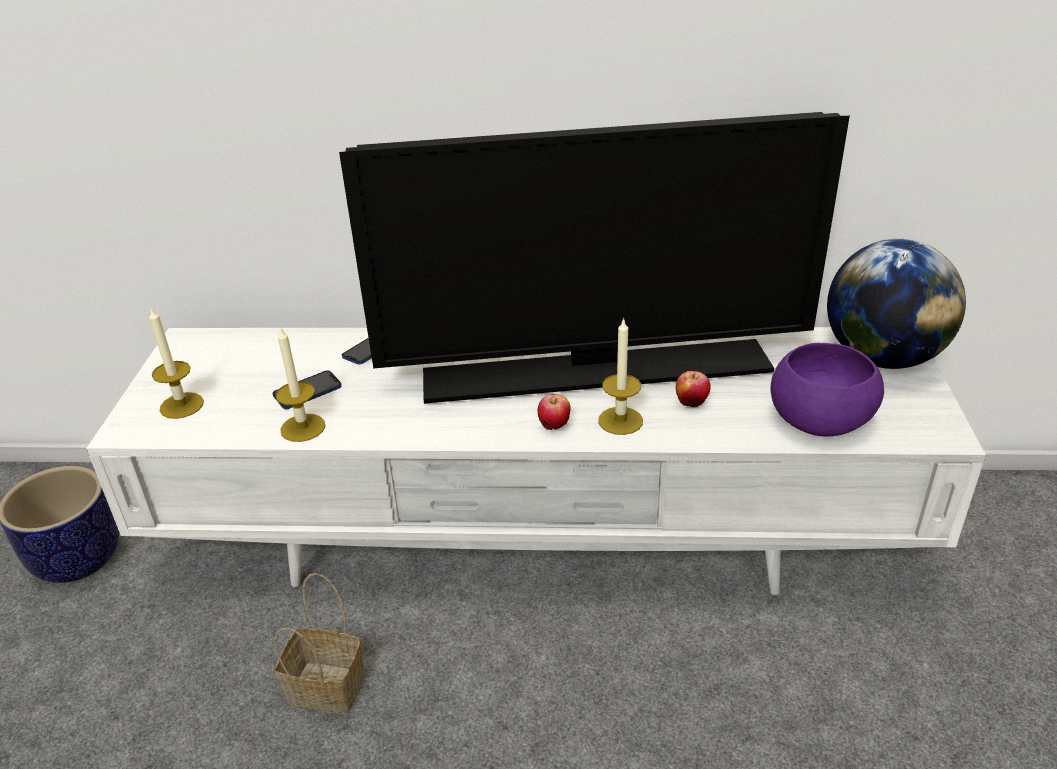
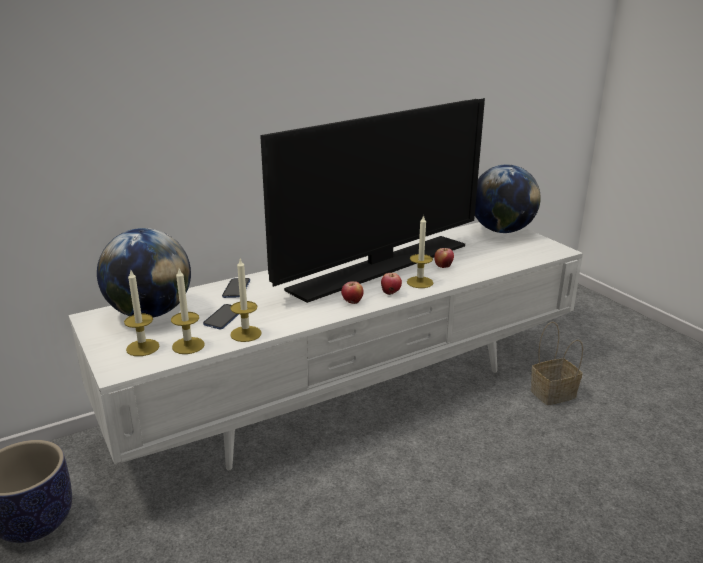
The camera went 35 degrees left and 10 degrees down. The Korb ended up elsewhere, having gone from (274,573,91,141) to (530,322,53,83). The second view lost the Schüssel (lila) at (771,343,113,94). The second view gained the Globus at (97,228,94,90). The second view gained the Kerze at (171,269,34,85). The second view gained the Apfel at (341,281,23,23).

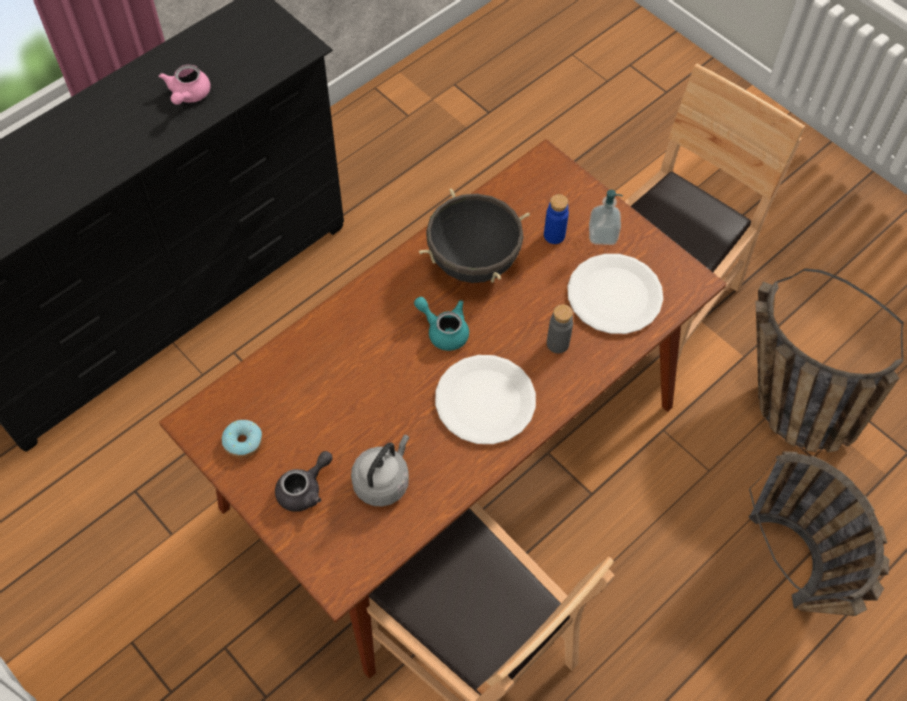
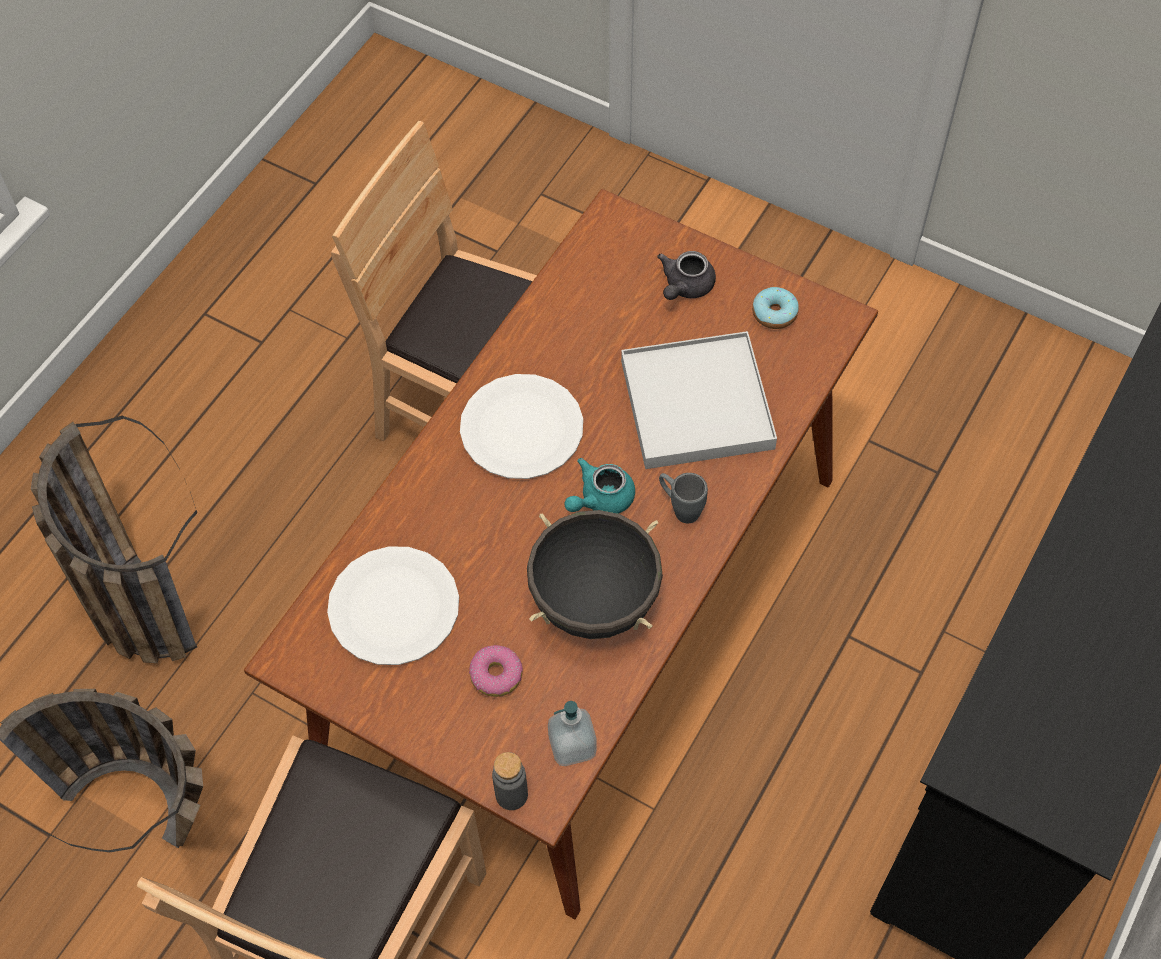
The camera went 165 degrees right and 0 degrees up. The second view lost the Teekanne (rosa) at (159,65,51,40). The second view lost the Wasserkessel (grau) at (351,435,58,72). The Teekanne (türkis) at (414,297,55,54) ended up facing another way, 120 degrees clockwise from before. Where the Flasche (blau) stood at (544,194,25,50), the Donut came to stand at (469,645,54,52). The Flasche (grau) ended up elsewhere, having gone from (547,304,26,50) to (492,752,36,58). The Seifenspender ended up elsewhere, having gone from (589,190,34,55) to (548,701,49,65). The second view gained the Tablett (weiß) at (621,331,156,138). The second view gained the Henkelbecher (grau) at (659,473,49,50).

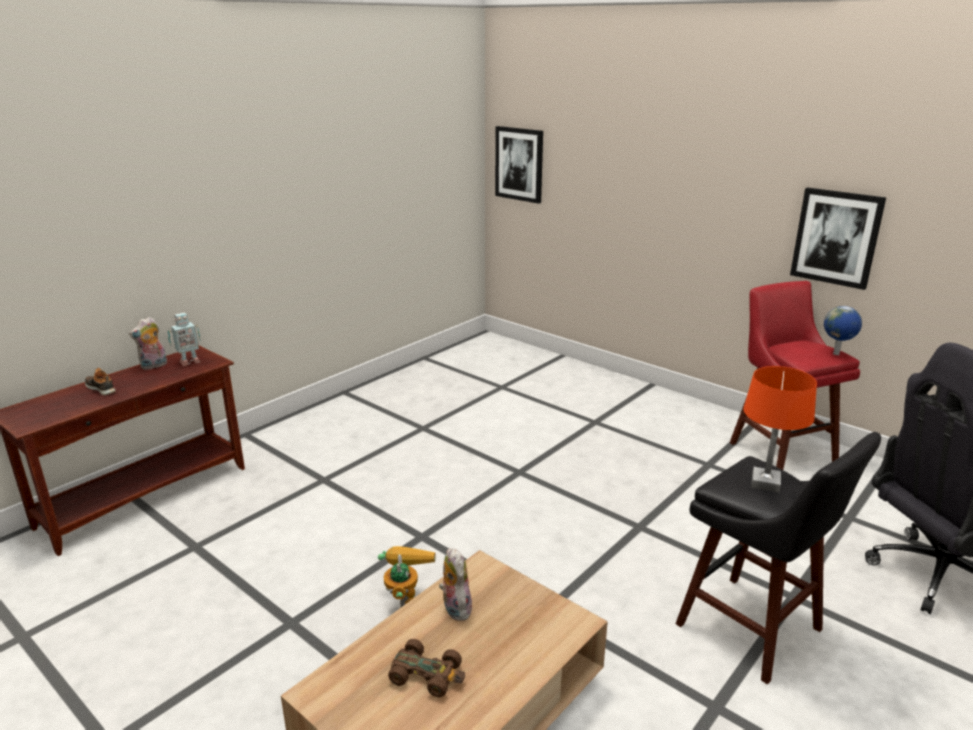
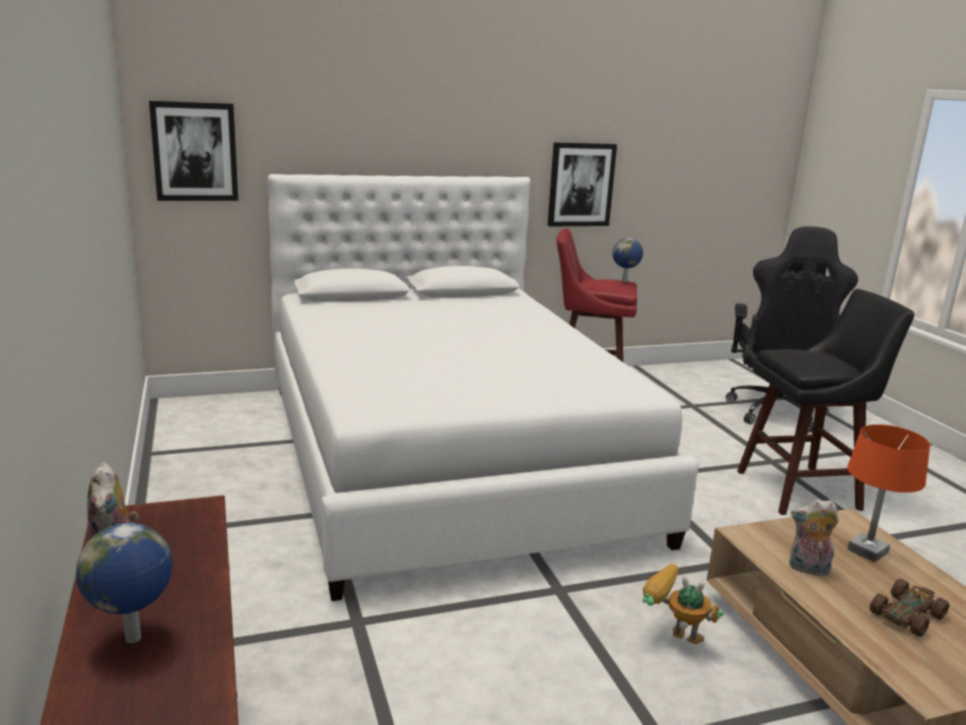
The camera went 60 degrees left and 5 degrees down. Where the Schuh stood at (85,368,31,27), the Globus came to stand at (76,523,97,120). The second view lost the Spielzeugroboter at (168,312,32,54). The Tischlampe (orange) ended up elsewhere, having gone from (743,366,74,127) to (847,424,83,138). The second view gained the Bett (weiß) at (268,174,431,427).

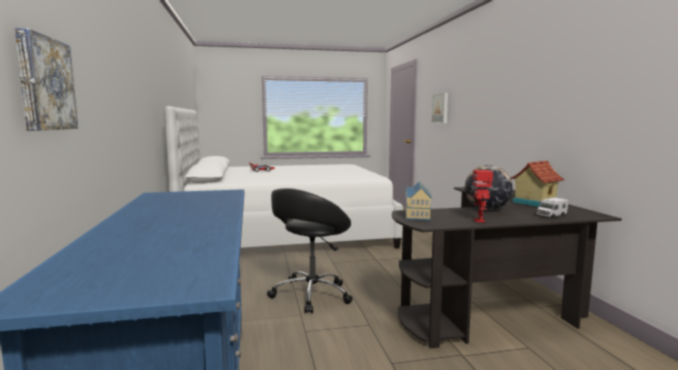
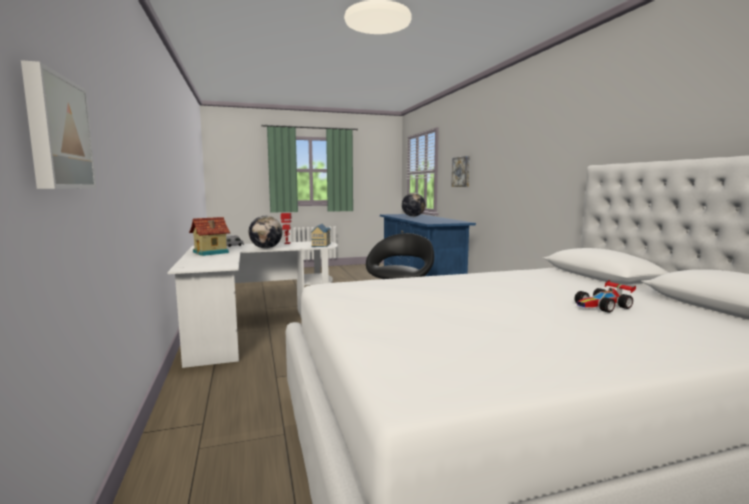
The camera went 175 degrees right and 0 degrees up. What was the Schreibtisch (schwarz) at (392,187,230,162) turned into the Schreibtisch (weiß) at (167,241,171,127). The second view gained the Globus at (402,193,23,24).

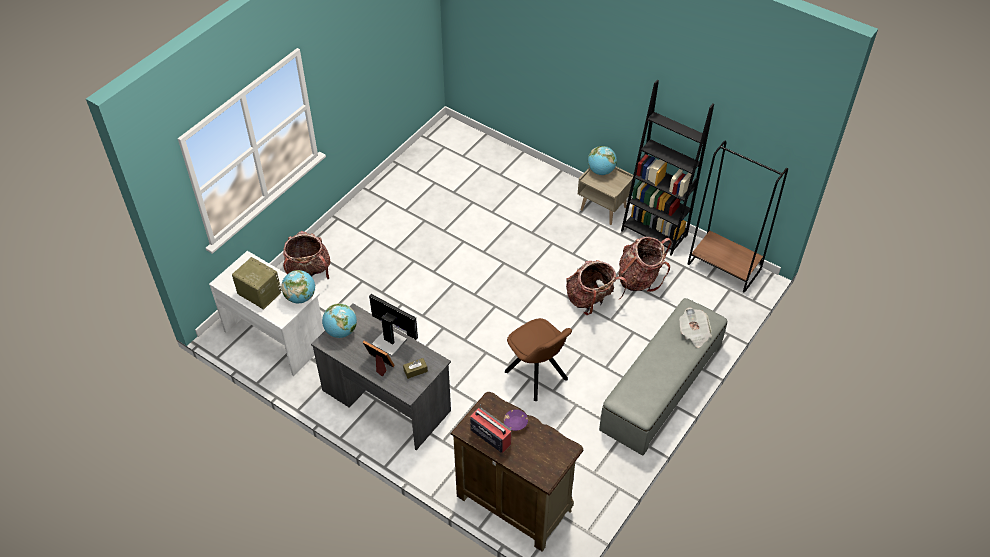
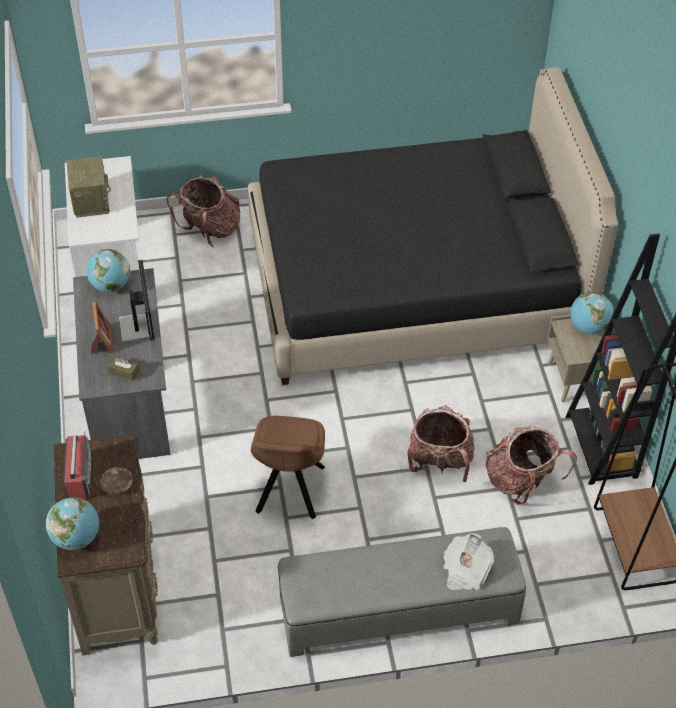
The camera went 45 degrees right and 0 degrees up. The Globus ended up elsewhere, having gone from (281,270,34,33) to (46,498,53,53). What was the Schüssel (lila) at (504,410,24,21) turned into the Schüssel (braun) at (100,467,33,27). The second view gained the Bett (schwarz) at (248,67,370,318).

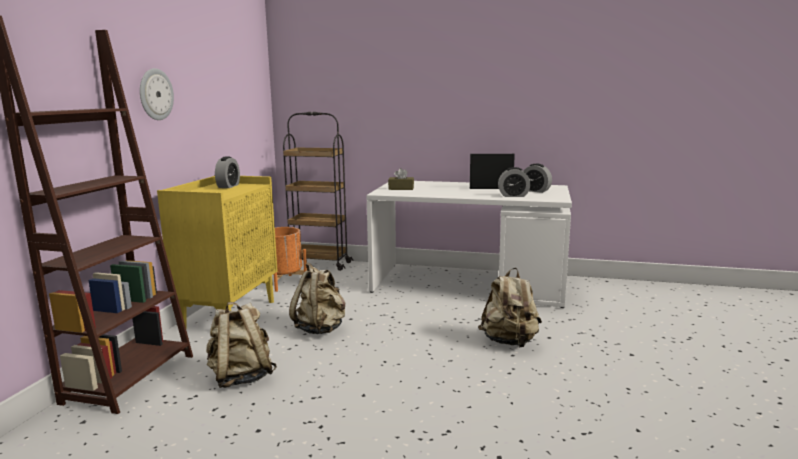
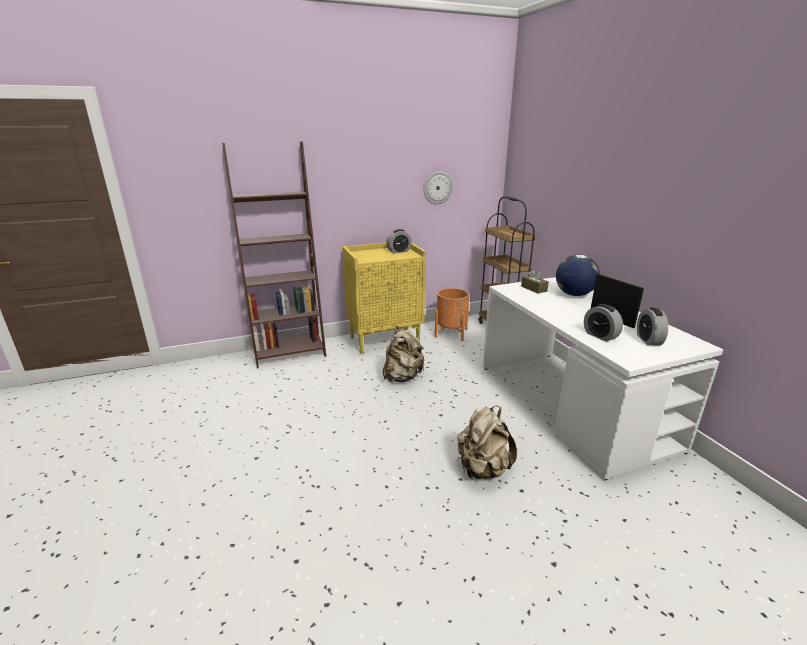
The camera went 55 degrees right and 10 degrees up. The Wanduhr ended up elsewhere, having gone from (140,68,34,52) to (423,171,30,33). The second view lost the Rucksack (beige) at (206,302,71,86). The second view gained the Globus at (556,255,44,41).

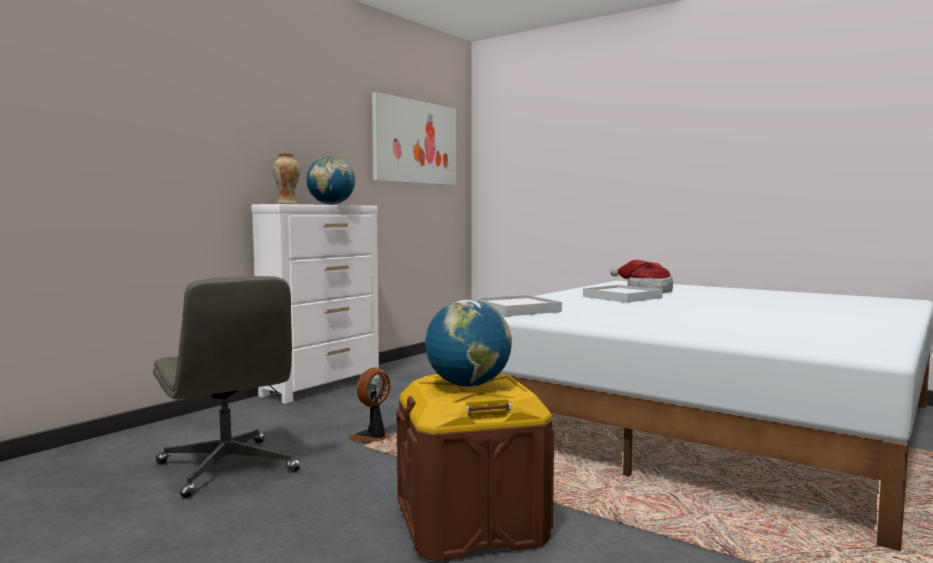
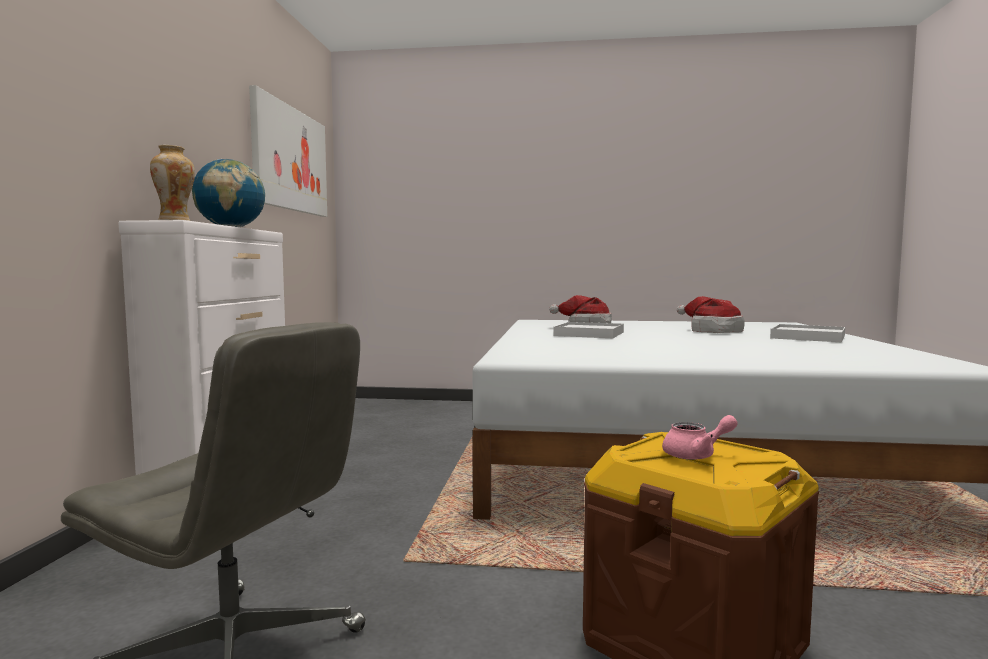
The camera went 30 degrees left and 0 degrees up. The second view lost the Ventilator at (349,367,41,75). Where the Globus stood at (425,300,87,87), the Teekanne (rosa) came to stand at (662,415,76,45). The Tablett (weiß) ended up elsewhere, having gone from (474,295,88,21) to (770,324,75,18). The second view gained the Hut at (677,296,68,37).

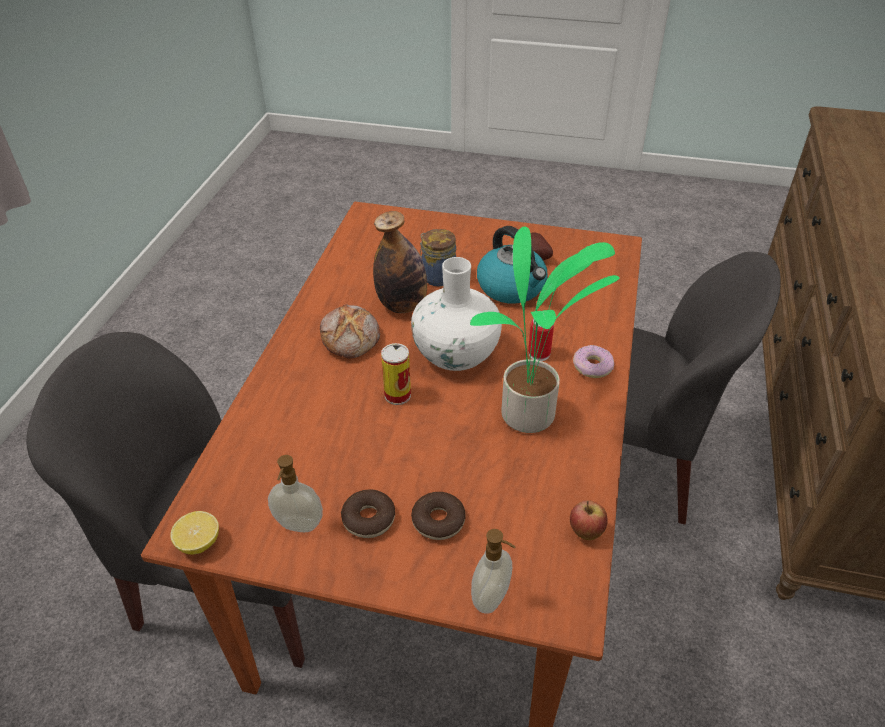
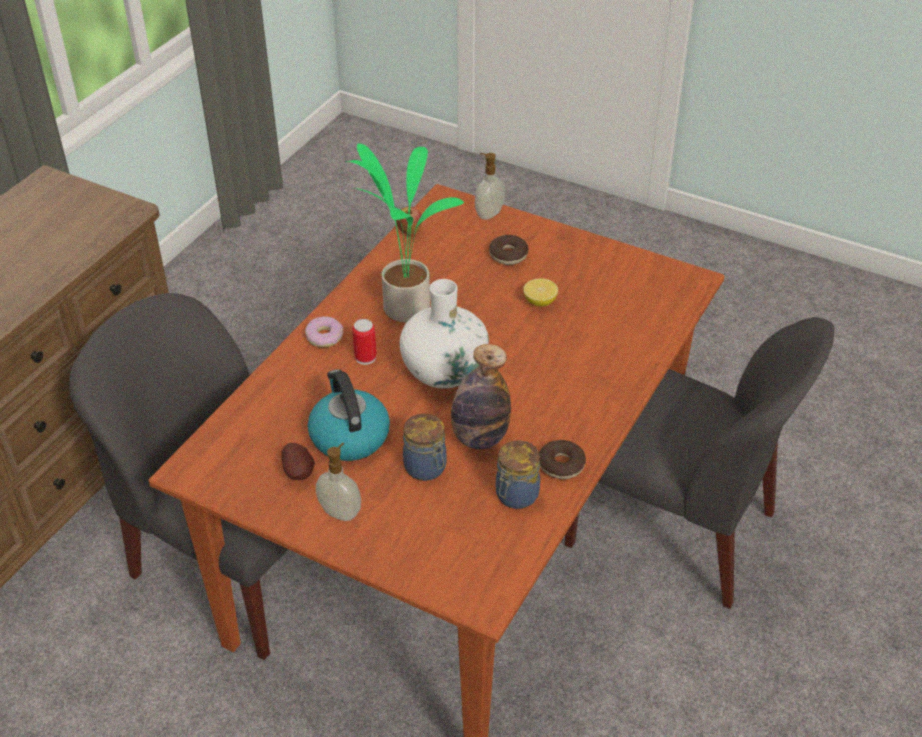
The camera went 165 degrees left and 0 degrees up. The Zitrone ended up elsewhere, having gone from (170,511,49,43) to (523,279,35,27). The Seifenspender ended up elsewhere, having gone from (268,455,55,77) to (316,443,45,78). The second view lost the Brot at (320,305,60,53). The Donut ended up elsewhere, having gone from (341,490,54,48) to (539,440,47,39). The second view lost the Dose at (381,343,30,62). The second view gained the Vorratsglas at (496,440,44,69).

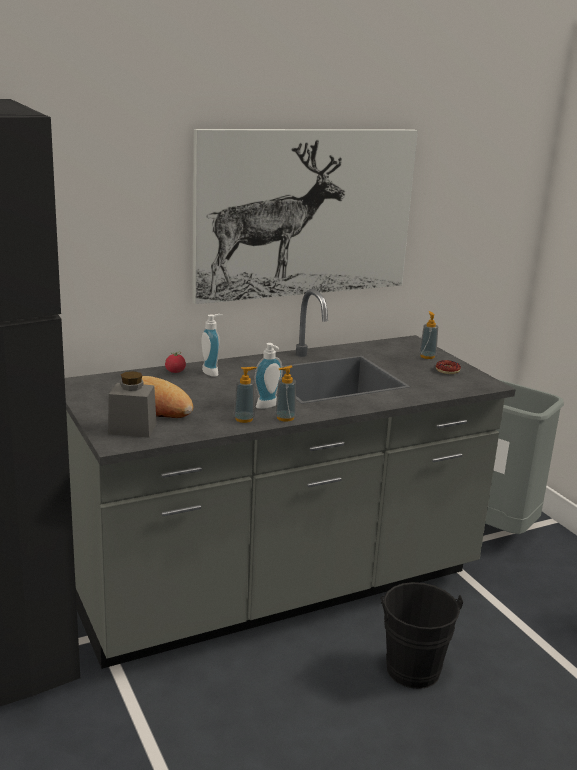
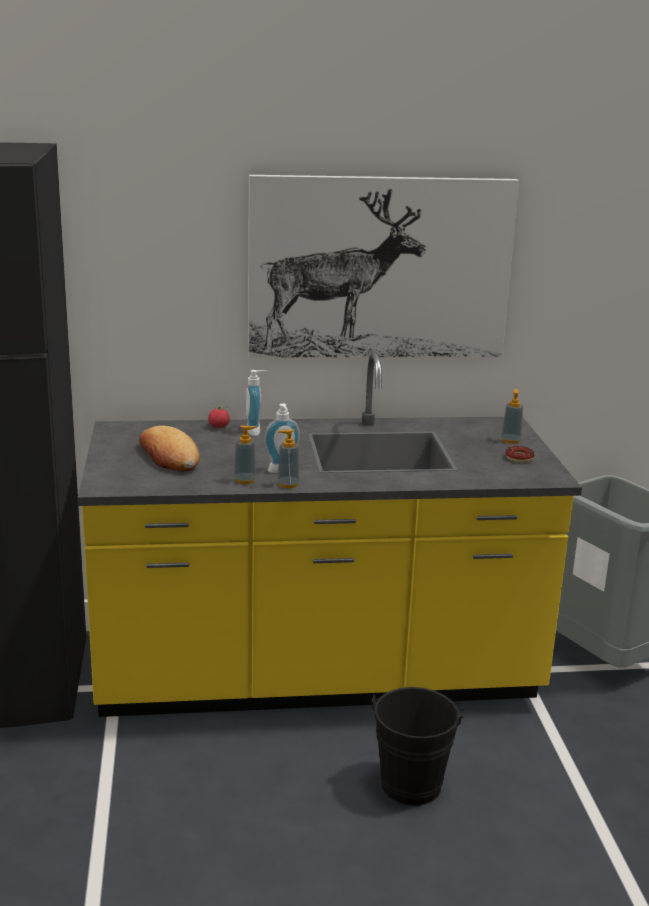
The camera went 20 degrees right and 0 degrees up. What was the Küchenzeile (grau) at (65,289,451,380) turned into the Küchenzeile (gelb) at (78,352,504,365). The second view lost the Vorratsglas (grau) at (108,371,49,67).

